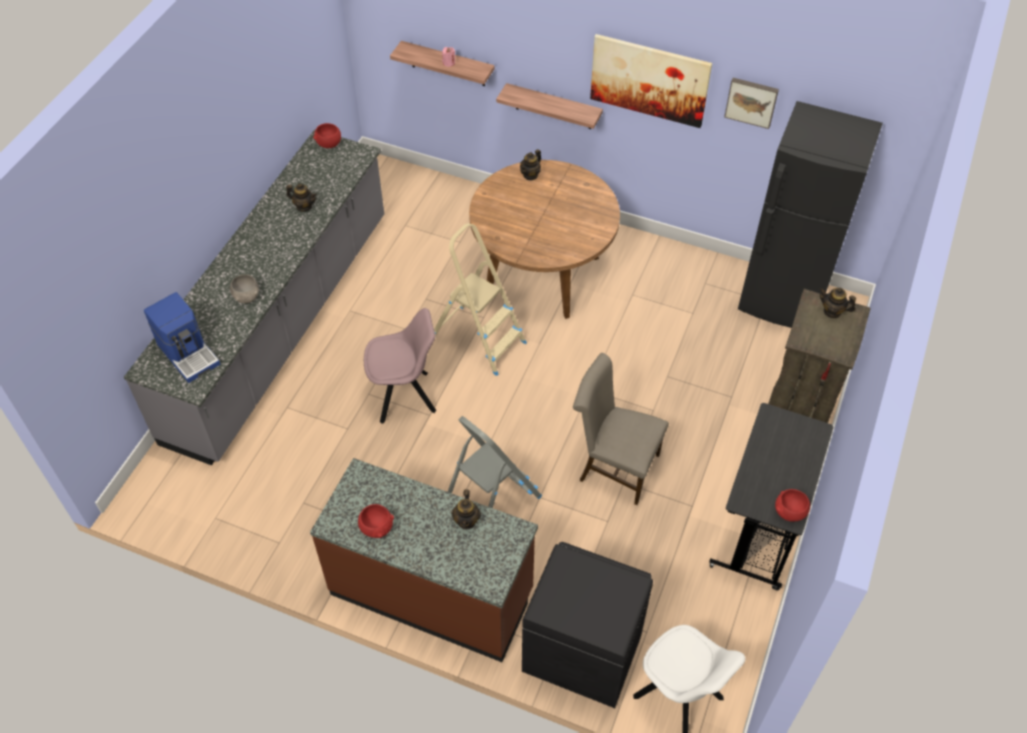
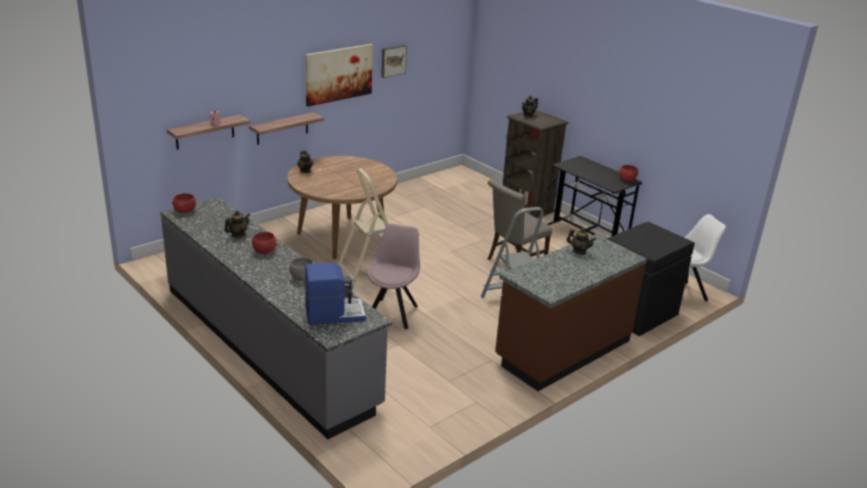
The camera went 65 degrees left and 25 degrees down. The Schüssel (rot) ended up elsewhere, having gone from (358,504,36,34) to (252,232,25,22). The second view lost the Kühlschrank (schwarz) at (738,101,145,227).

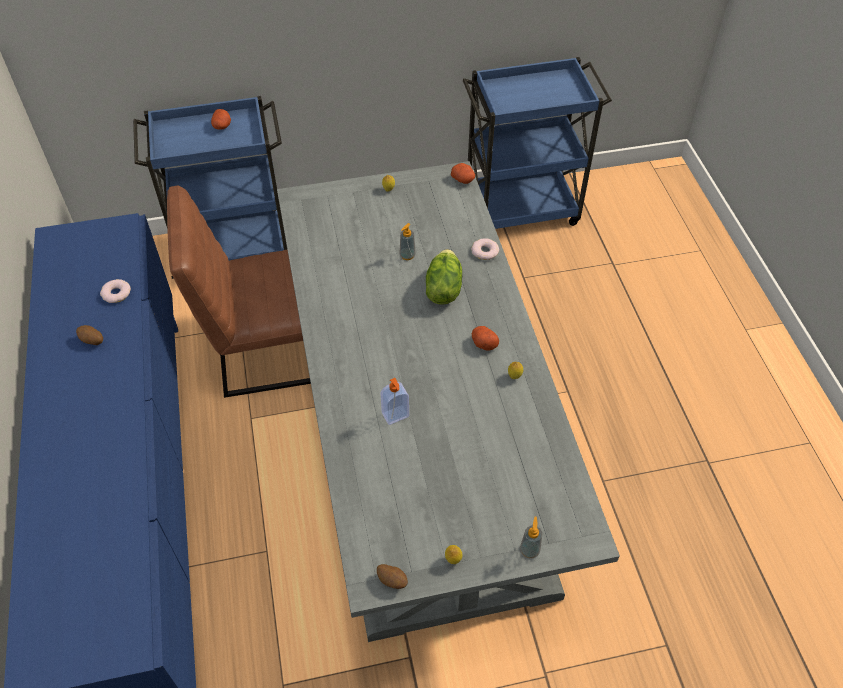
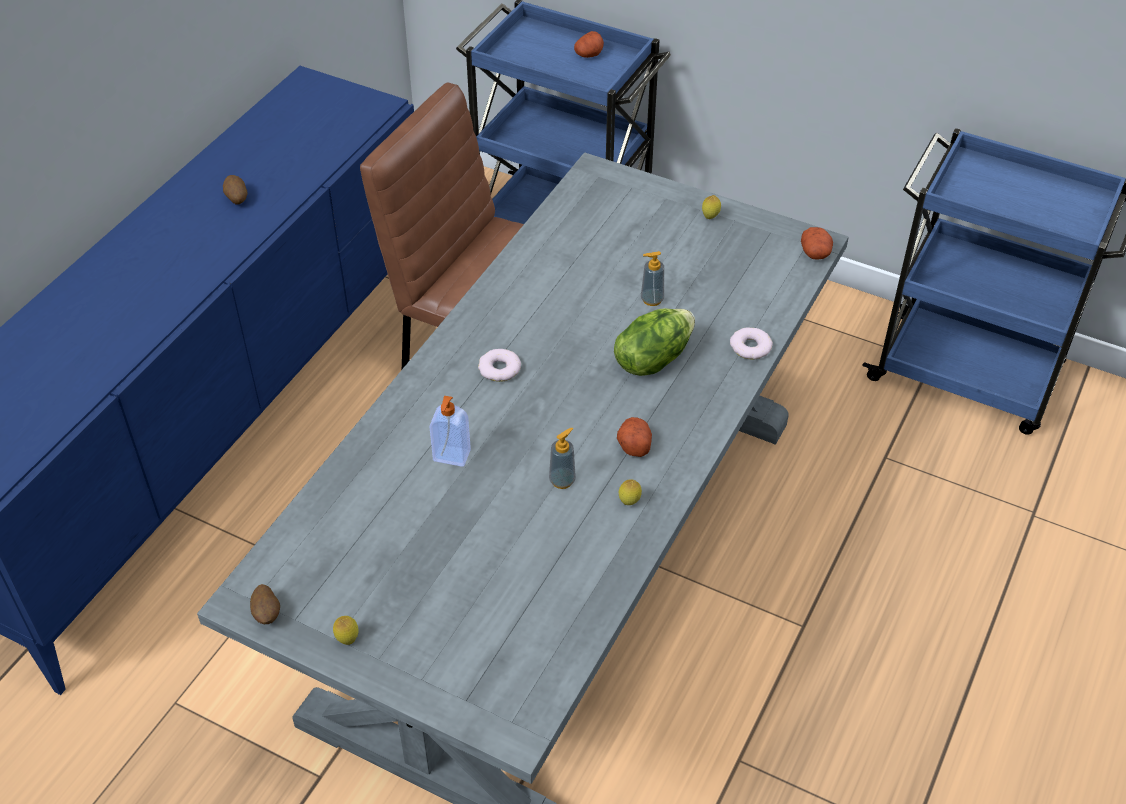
The camera went 40 degrees right and 5 degrees down. The Donut ended up elsewhere, having gone from (100,279,31,24) to (478,349,43,33). The Seifenspender ended up elsewhere, having gone from (520,517,22,42) to (549,428,27,61).

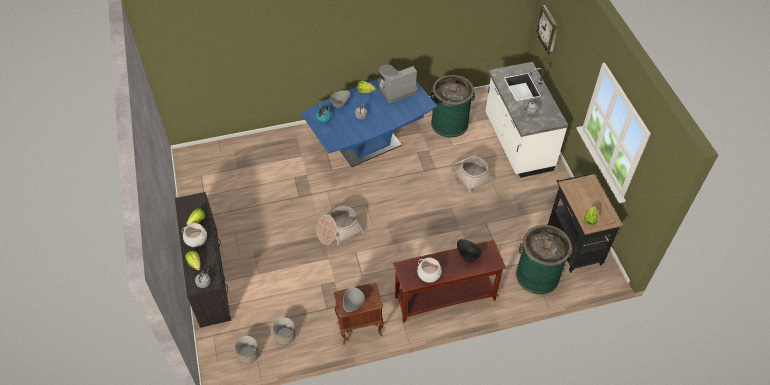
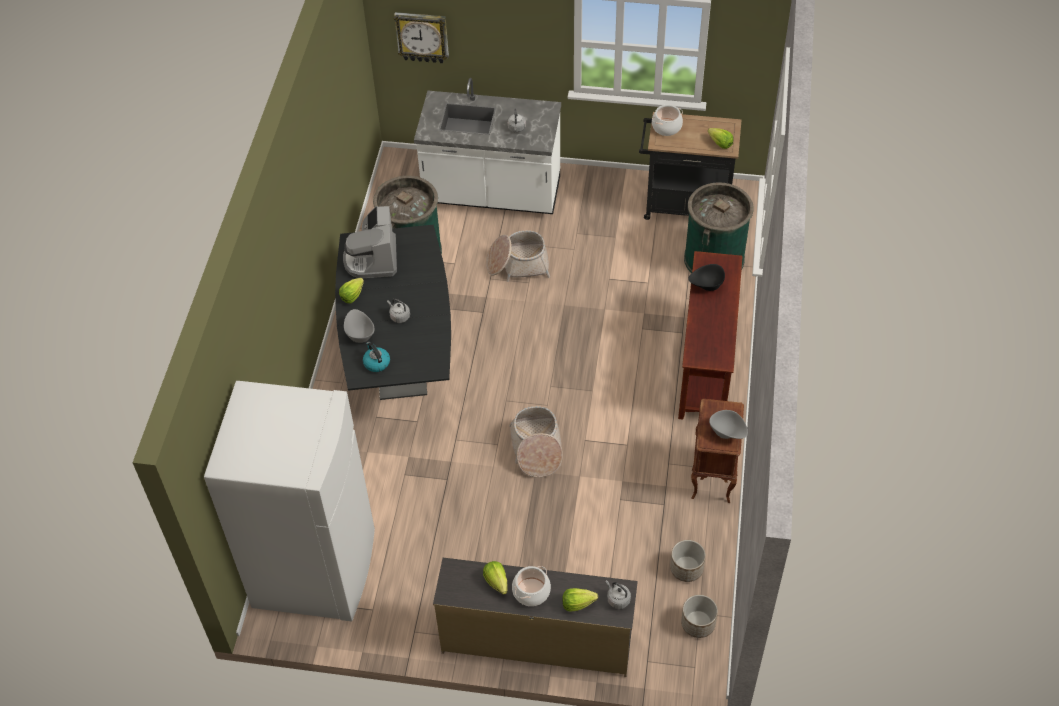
The camera went 65 degrees left and 0 degrees up. What was the Esstisch (blau) at (301,78,136,89) turned into the Esstisch (schwarz) at (335,225,116,175). The Kochtopf ended up elsewhere, having gone from (417,258,25,24) to (652,105,31,31). The second view gained the Kühlschrank (weiß) at (204,381,171,240).

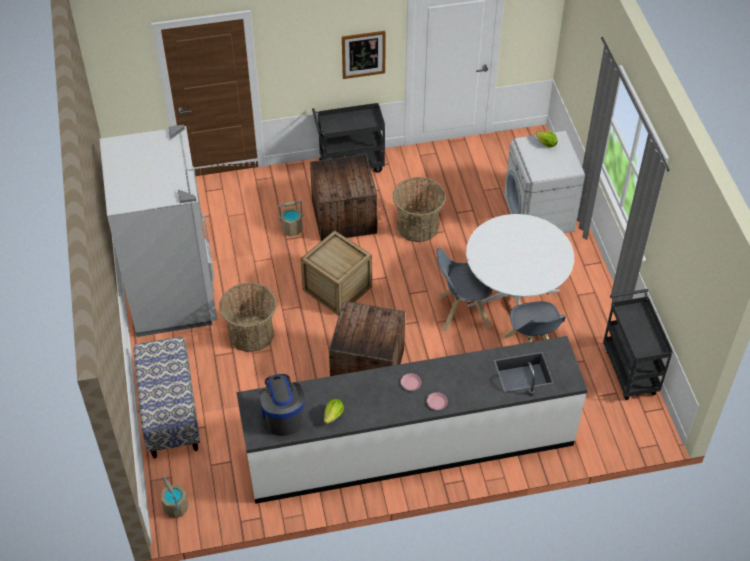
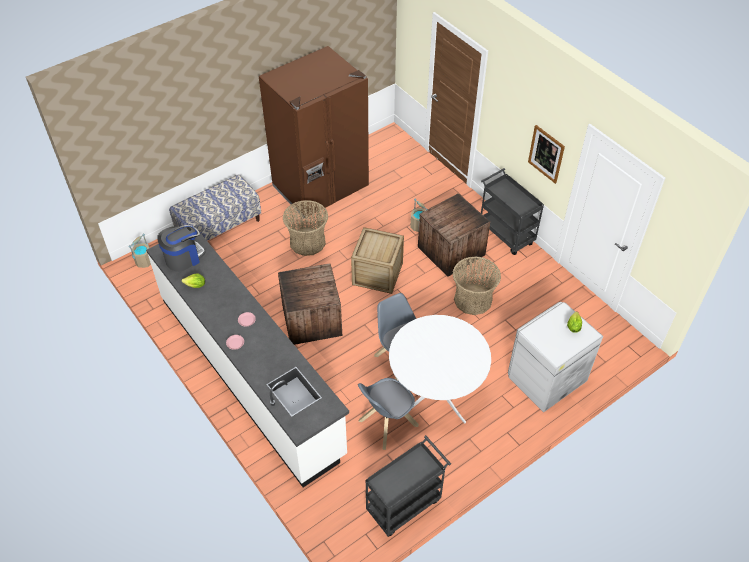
The camera went 65 degrees right and 0 degrees up. What was the Kühlschrank (weiß) at (100,124,117,213) turned into the Kühlschrank (braun) at (259,46,110,172).

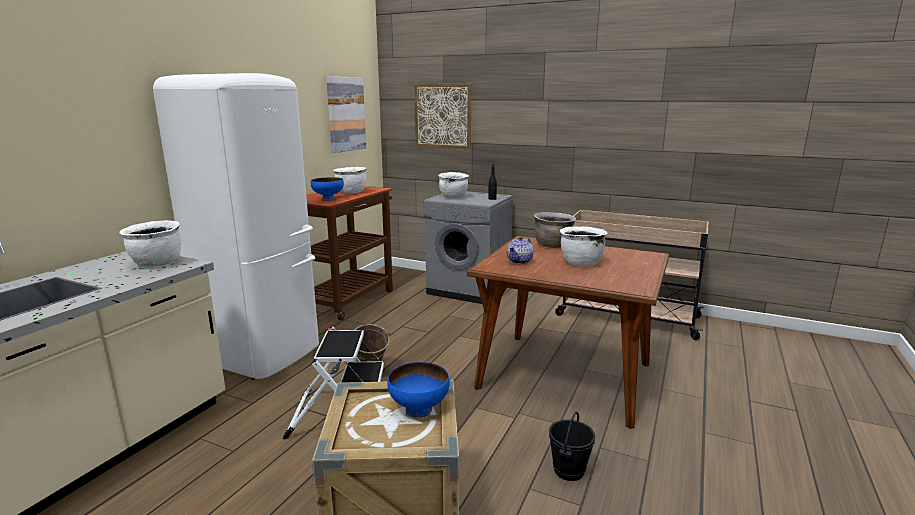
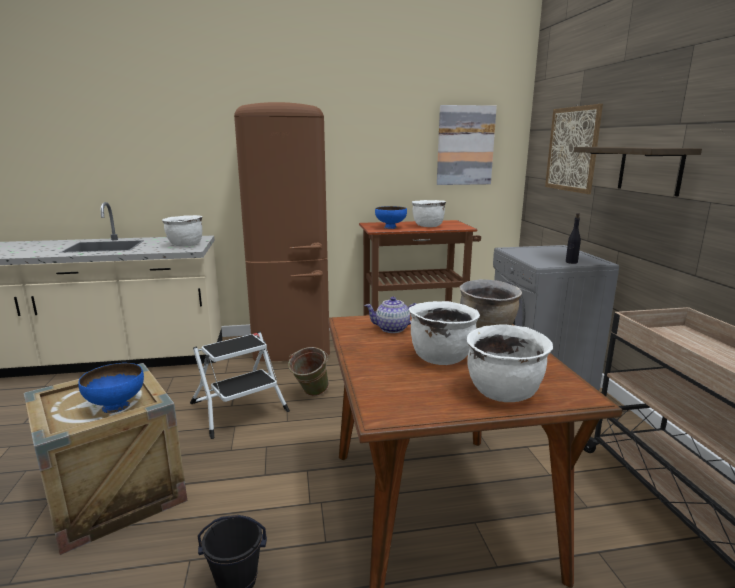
The camera went 55 degrees right and 0 degrees up. What was the Kühlschrank (weiß) at (153,73,166,307) turned into the Kühlschrank (braun) at (234,102,96,260). The Kochtopf (weiß) ended up elsewhere, having gone from (438,172,31,26) to (467,324,86,78). The second view gained the Wandregal at (574,147,128,50).

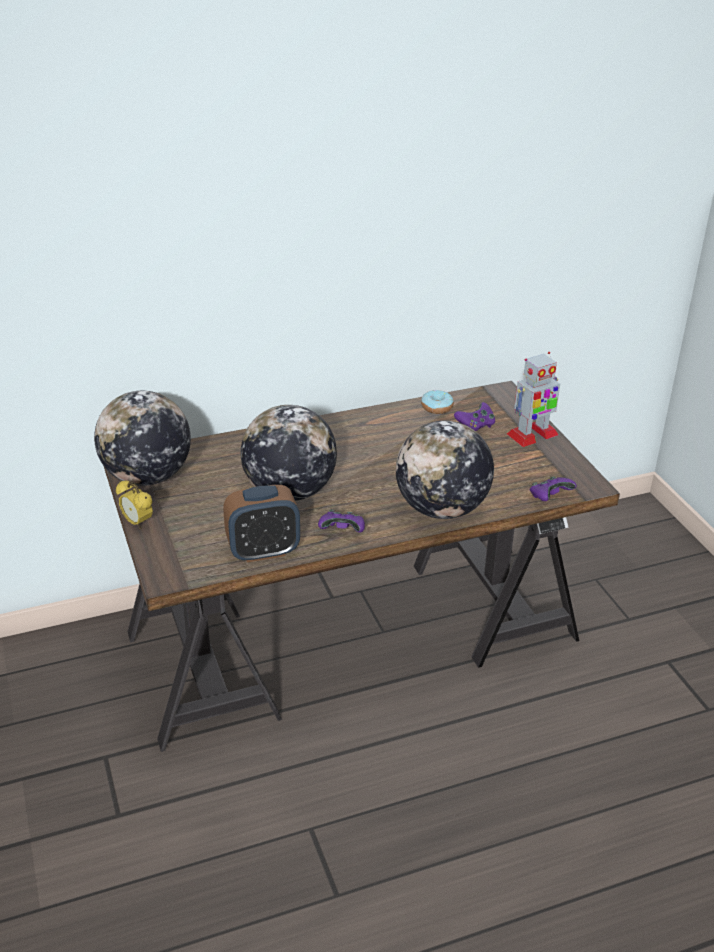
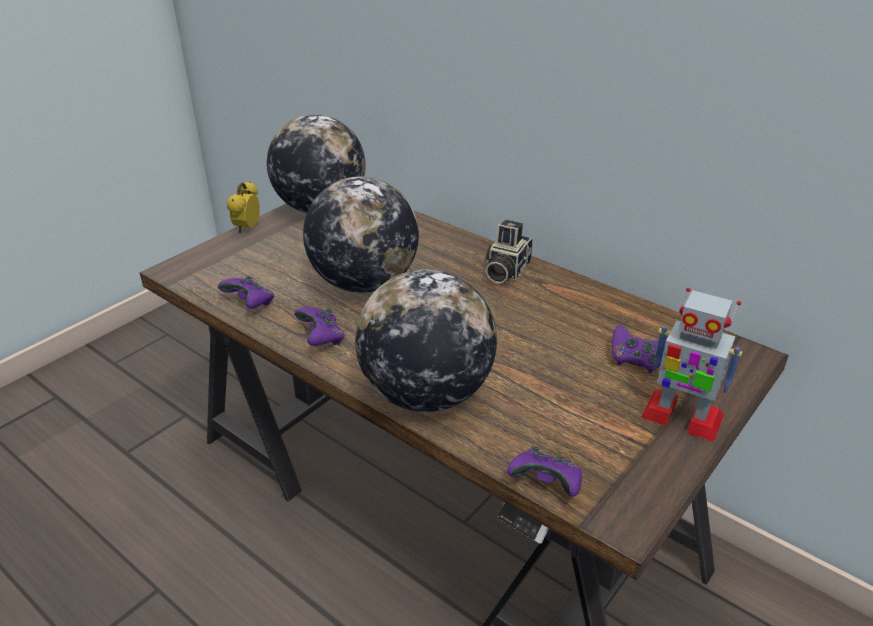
The camera went 60 degrees right and 0 degrees up. Where the Wecker stood at (223,485,77,78), the Gamepad (lila) came to stand at (218,276,56,33). The second view lost the Donut at (421,390,33,24). The second view gained the Kamera at (485,220,48,64).

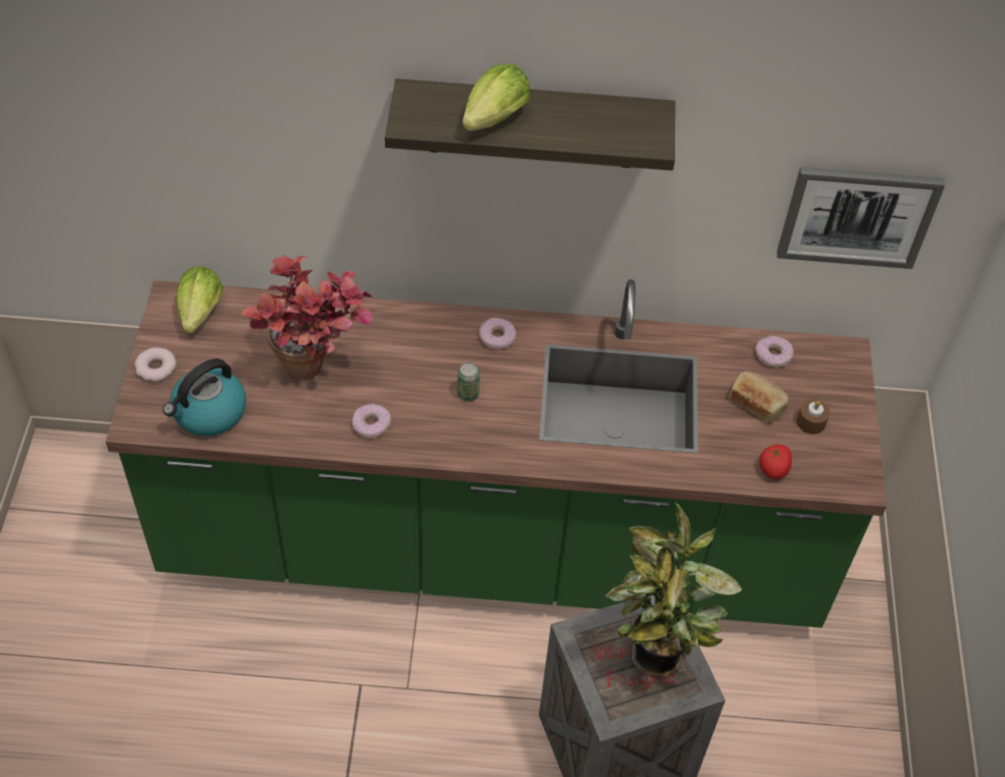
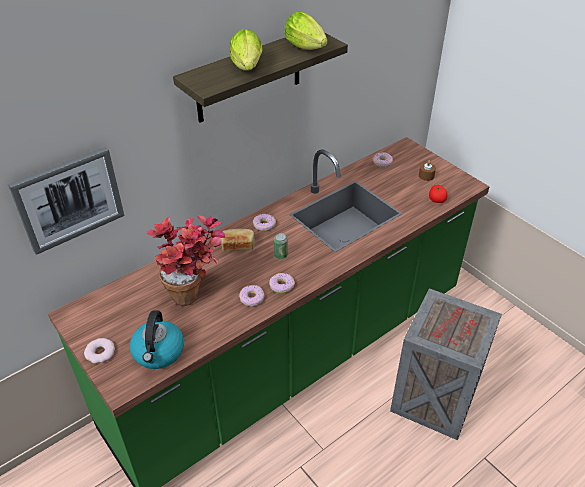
The camera went 40 degrees left and 10 degrees down. The Salatkopf ended up elsewhere, having gone from (176,266,47,67) to (284,12,44,38). The second view lost the Topfpflanze at (606,502,136,175). The Brot ended up elsewhere, having gone from (729,371,61,52) to (221,229,34,22). The Bild ended up elsewhere, having gone from (777,167,168,102) to (8,147,116,108). The second view gained the Donut at (269,273,26,20).

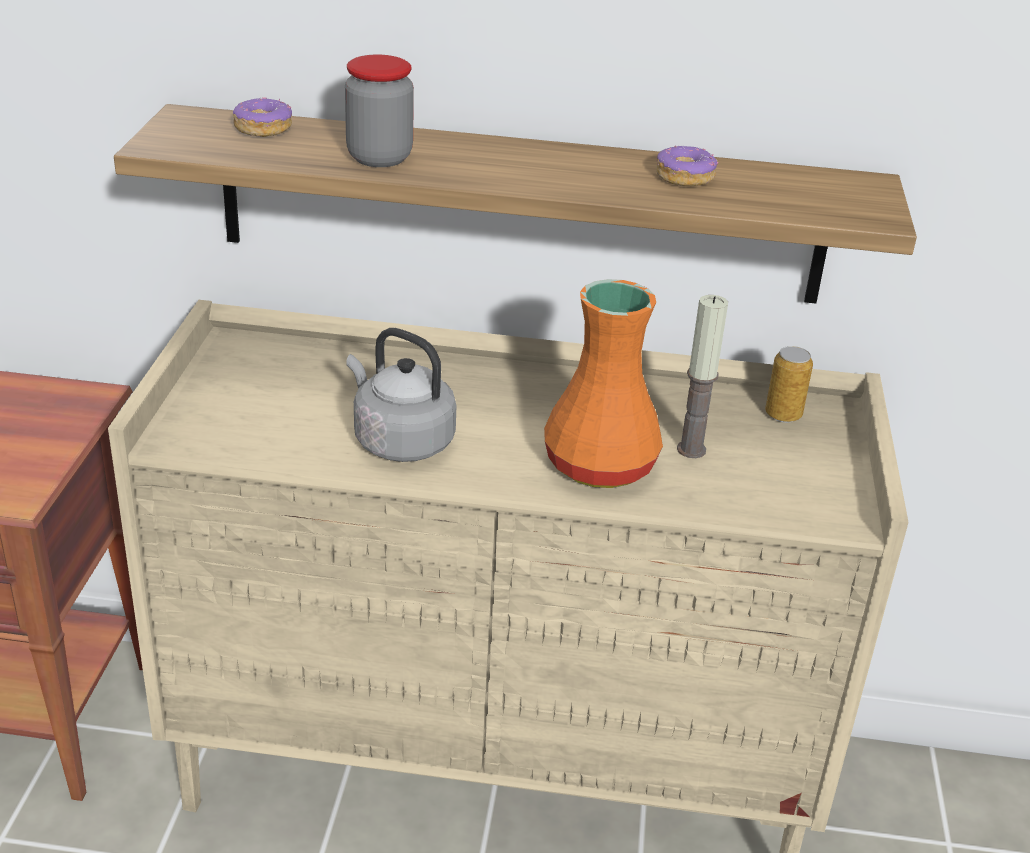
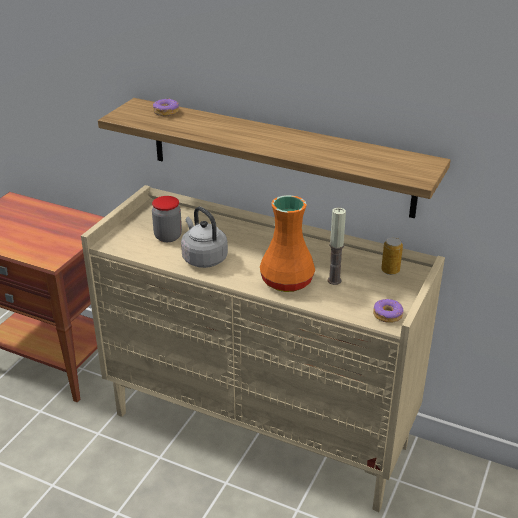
The camera went 20 degrees right and 0 degrees up. The Vorratsglas ended up elsewhere, having gone from (345,55,69,112) to (152,196,30,46). The Donut ended up elsewhere, having gone from (656,145,62,41) to (373,299,30,24).

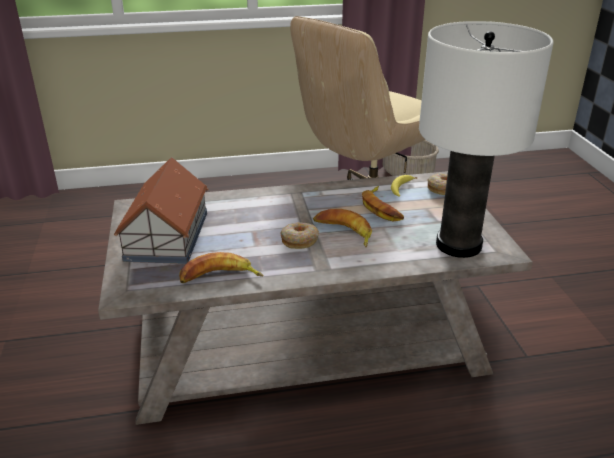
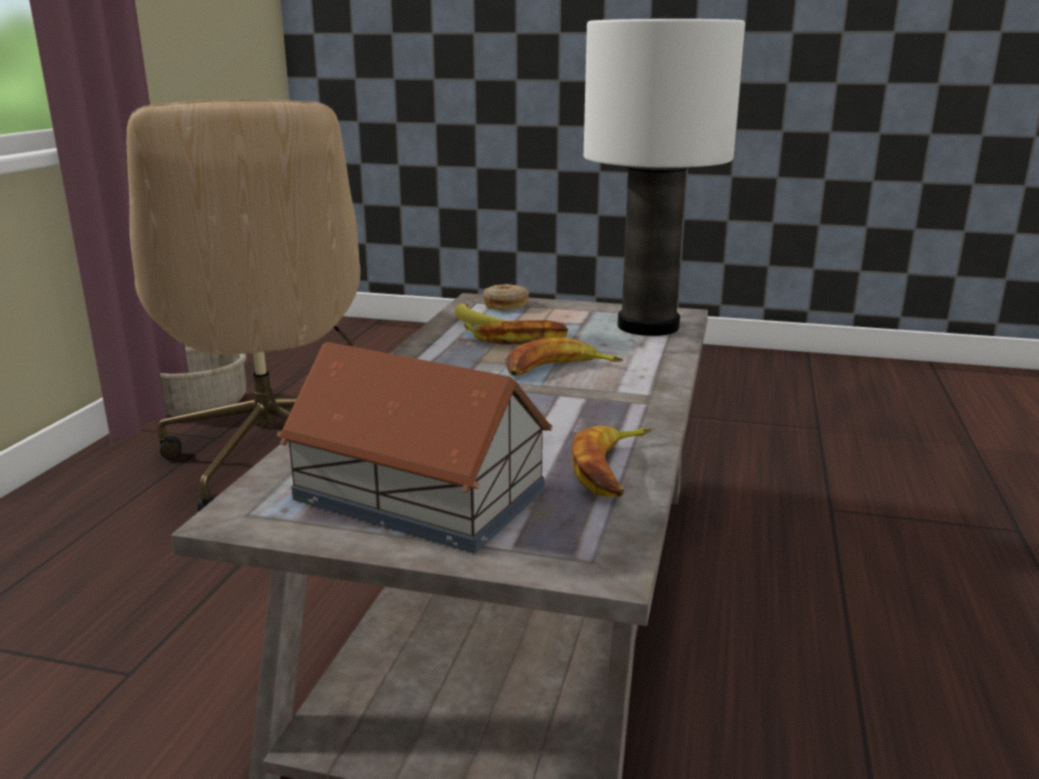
The camera went 65 degrees left and 10 degrees down. The second view lost the Donut at (281,222,38,27).

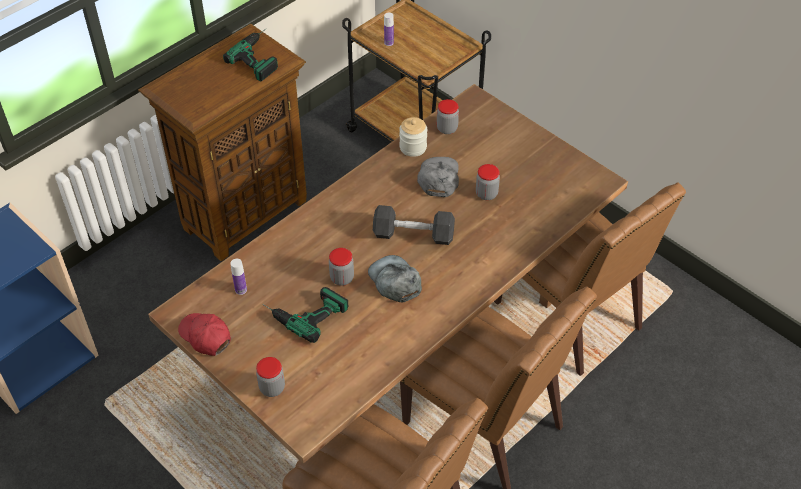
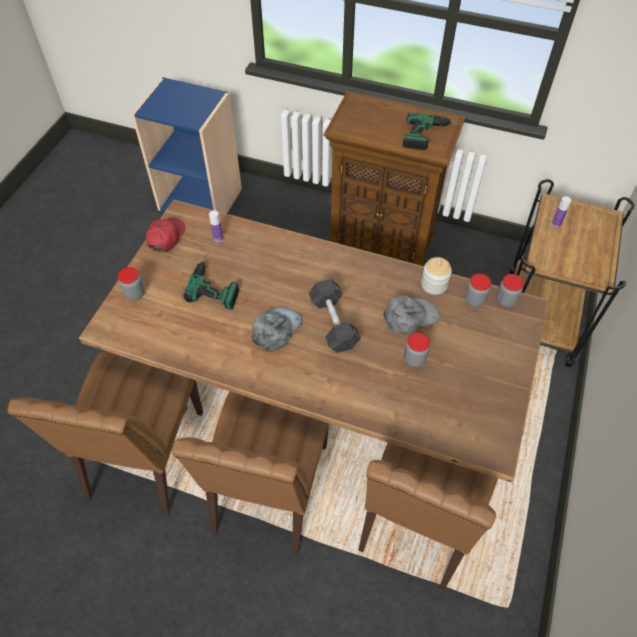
The camera went 65 degrees right and 5 degrees up. The Vorratsglas ended up elsewhere, having gone from (329,248,25,38) to (496,274,28,34).

